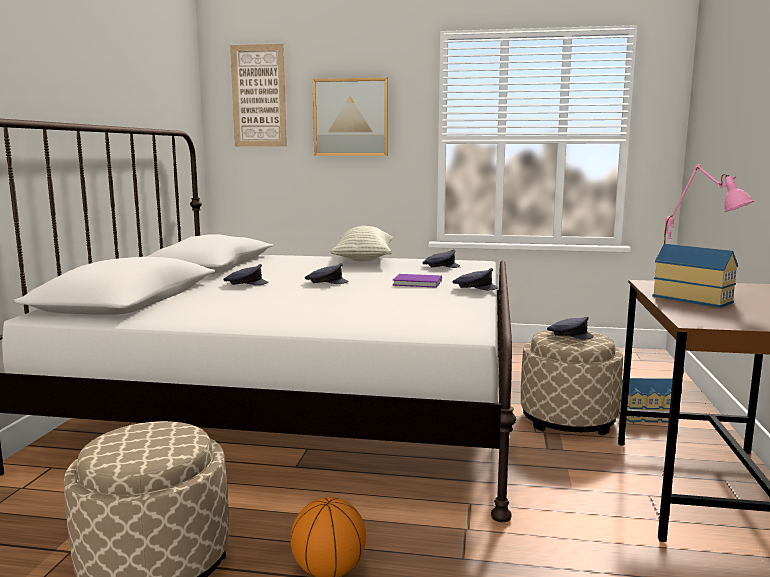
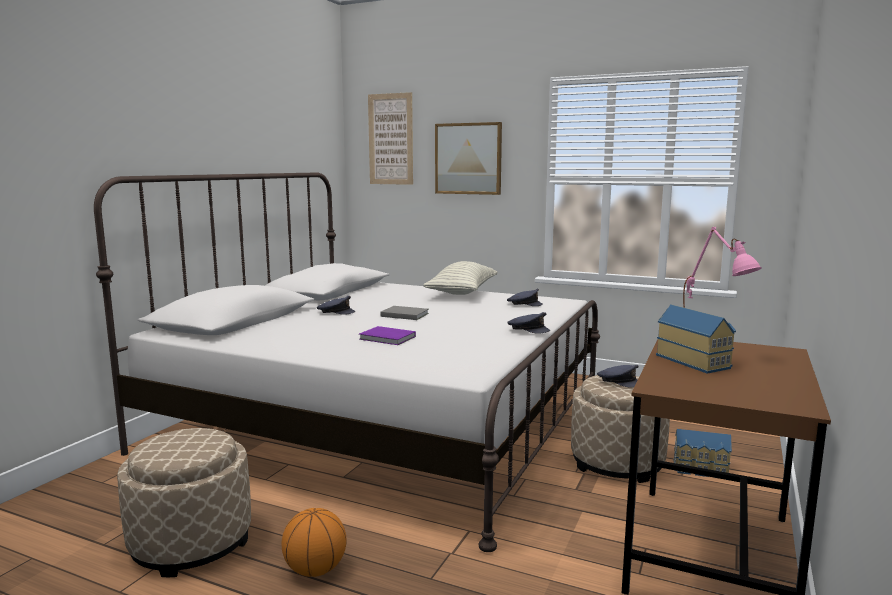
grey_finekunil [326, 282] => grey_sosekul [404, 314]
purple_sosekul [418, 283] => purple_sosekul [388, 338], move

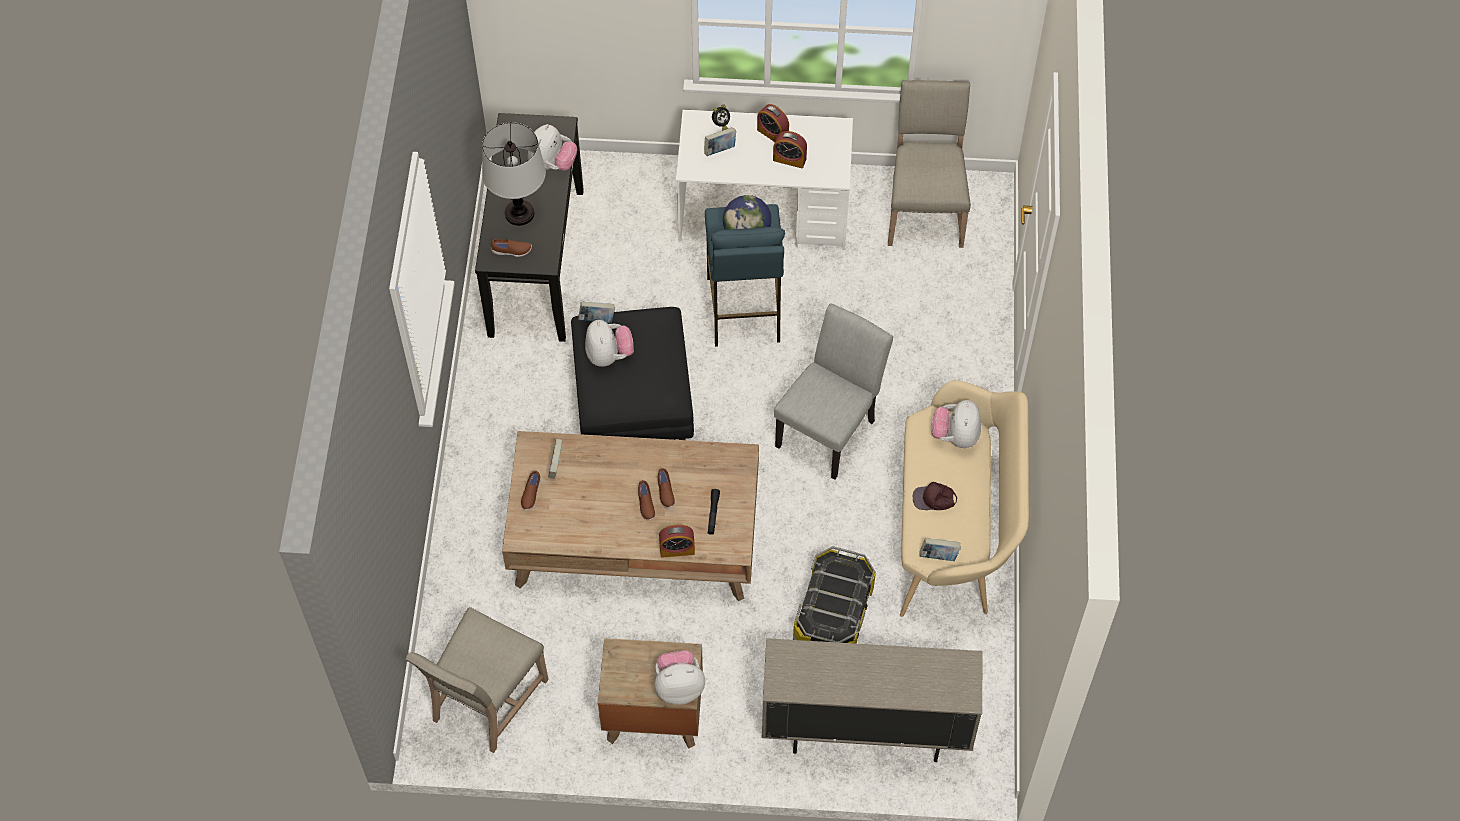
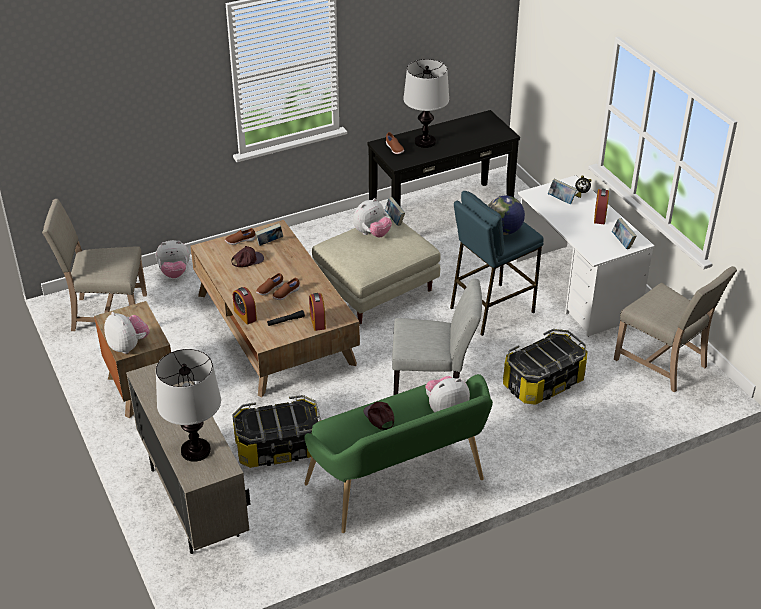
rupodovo [552, 164] => rupodovo [174, 273], move
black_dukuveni [632, 399] => beige_dukuveni [376, 288]
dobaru [789, 159] => dobaru [317, 321], move
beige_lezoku [924, 210] => beige_lezoku [663, 363], 75 degrees clockwise
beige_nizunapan [954, 532] => green_nizunapan [400, 486]
sosekul [938, 556] => sosekul [622, 242], move
nothing => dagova [196, 450]
nothing => brown_finekunil [247, 260]
nothing => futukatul [543, 383]

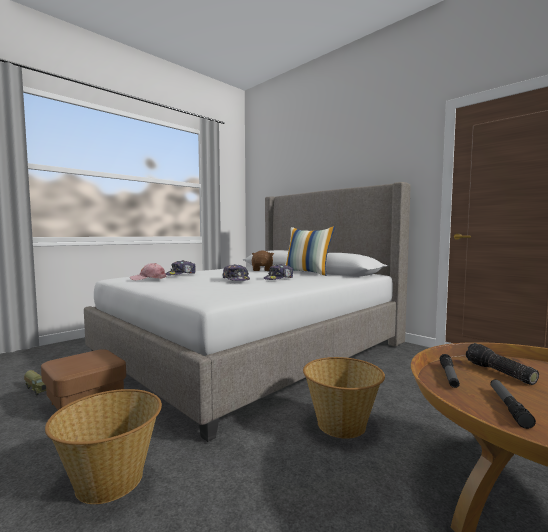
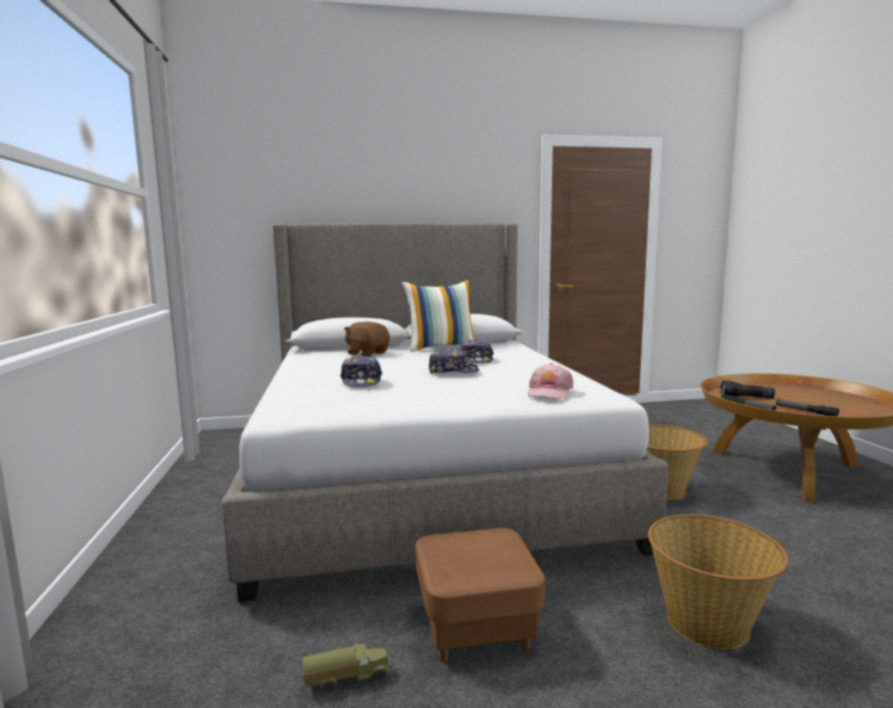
pink_finekunil [148, 278] => pink_finekunil [549, 392], move

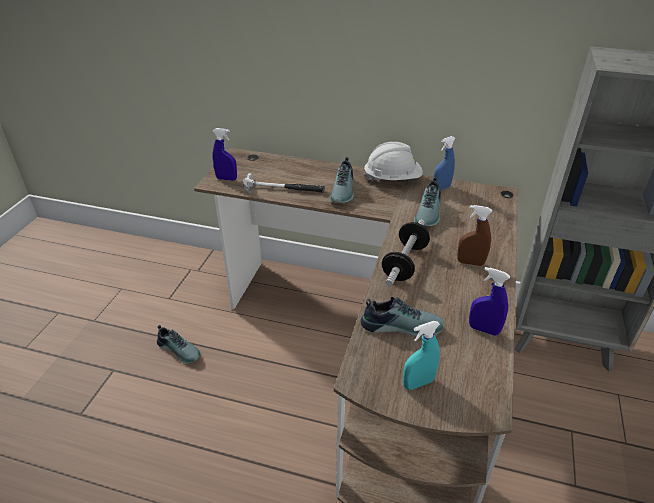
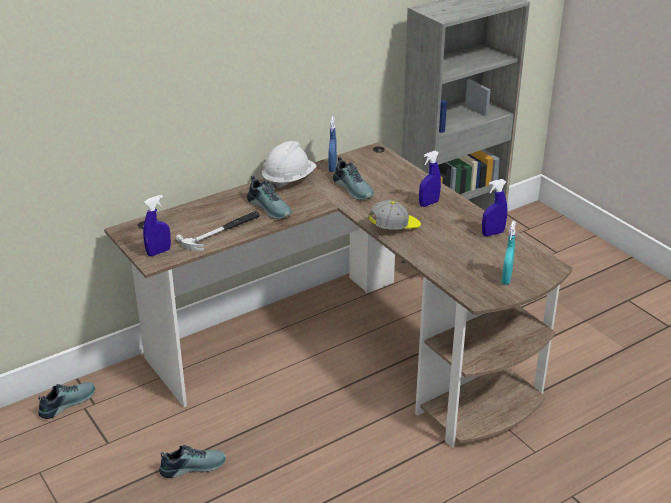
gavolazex [401, 325] => gavolazex [66, 403], move
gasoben [404, 263] => finekunil [394, 227]
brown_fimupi [470, 262] => blue_fimupi [428, 203]

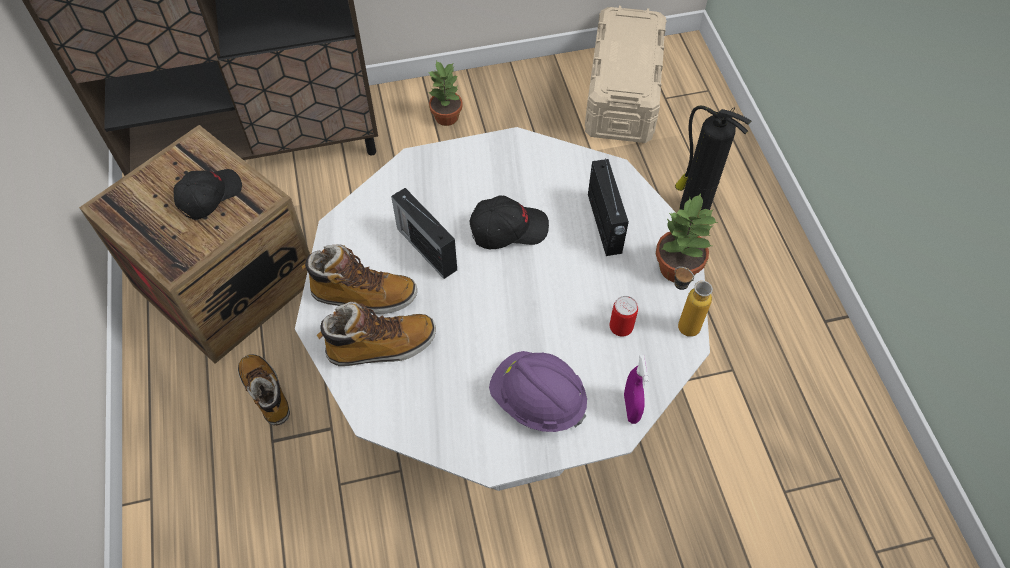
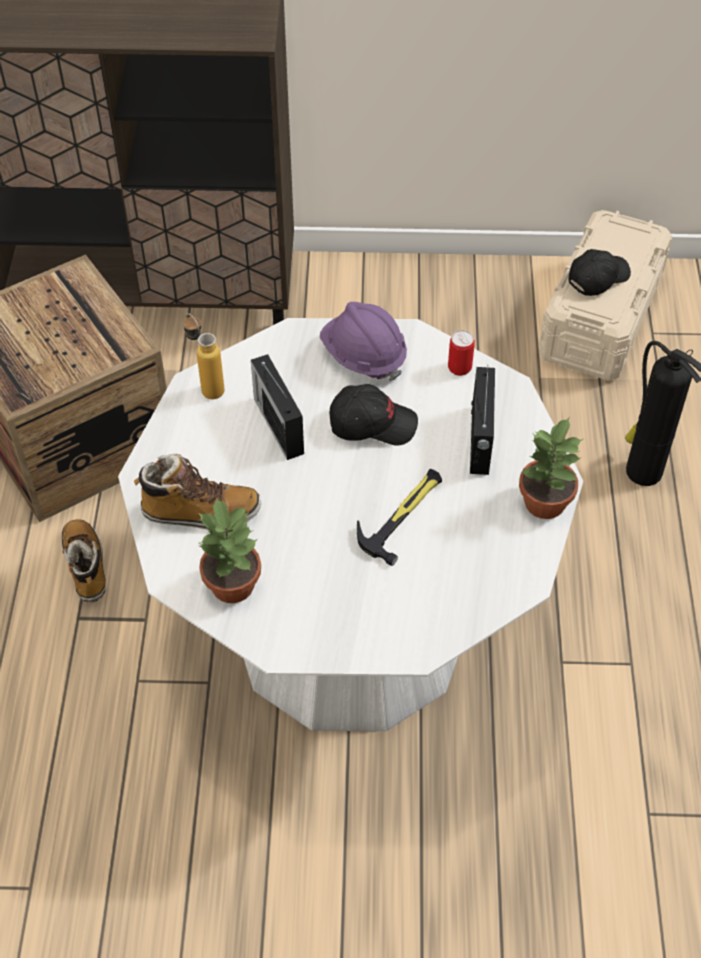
black_finekunil [209, 196] => black_finekunil [598, 278], move
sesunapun [363, 296] => nothing
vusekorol [447, 116] => vusekorol [233, 584], move
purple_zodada [537, 400] => purple_zodada [363, 357], move
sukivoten [621, 327] => sukivoten [459, 368], move
purple_fimupi [631, 408] => nothing
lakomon [680, 323] => lakomon [206, 386], move
nothing => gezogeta [402, 514]

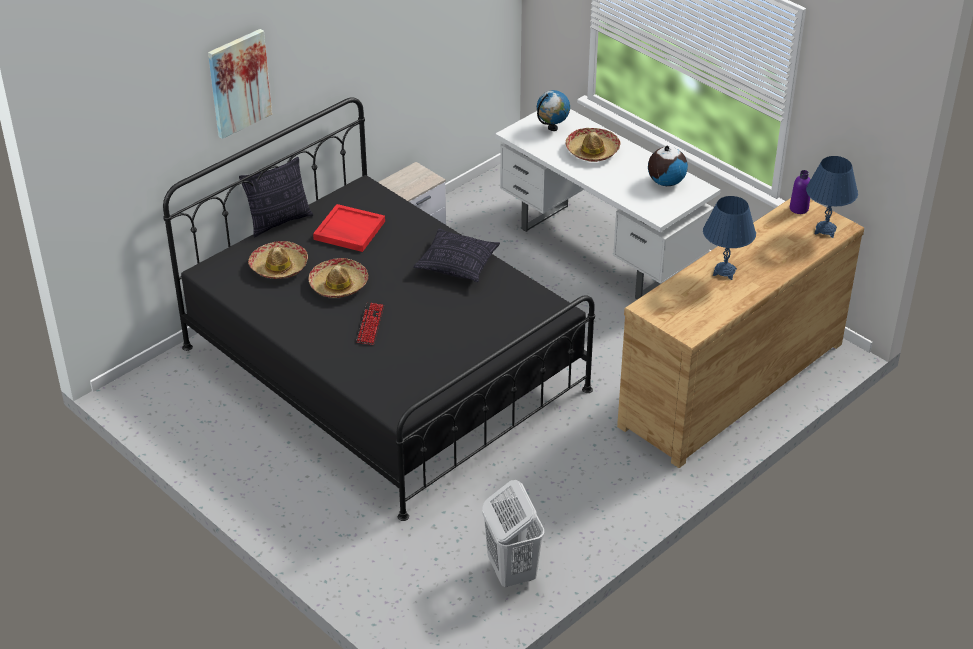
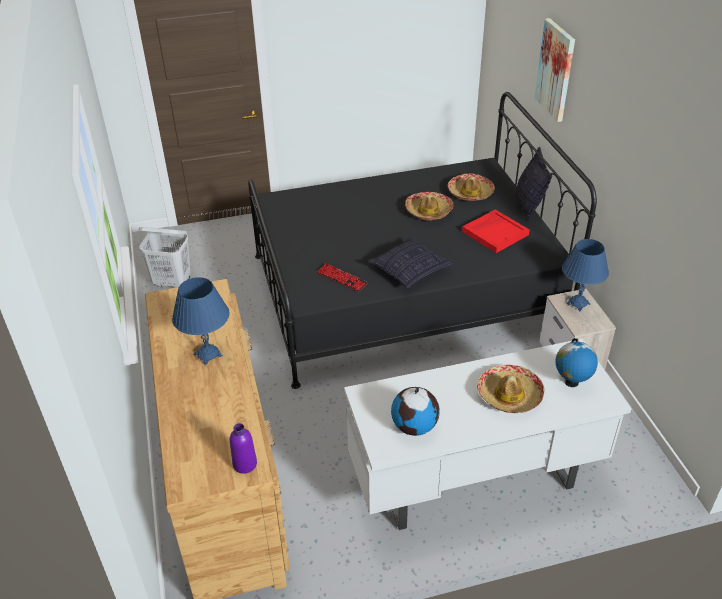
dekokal [370, 324] => dekokal [341, 278], move
blue_dagova [825, 230] => blue_dagova [578, 303], move

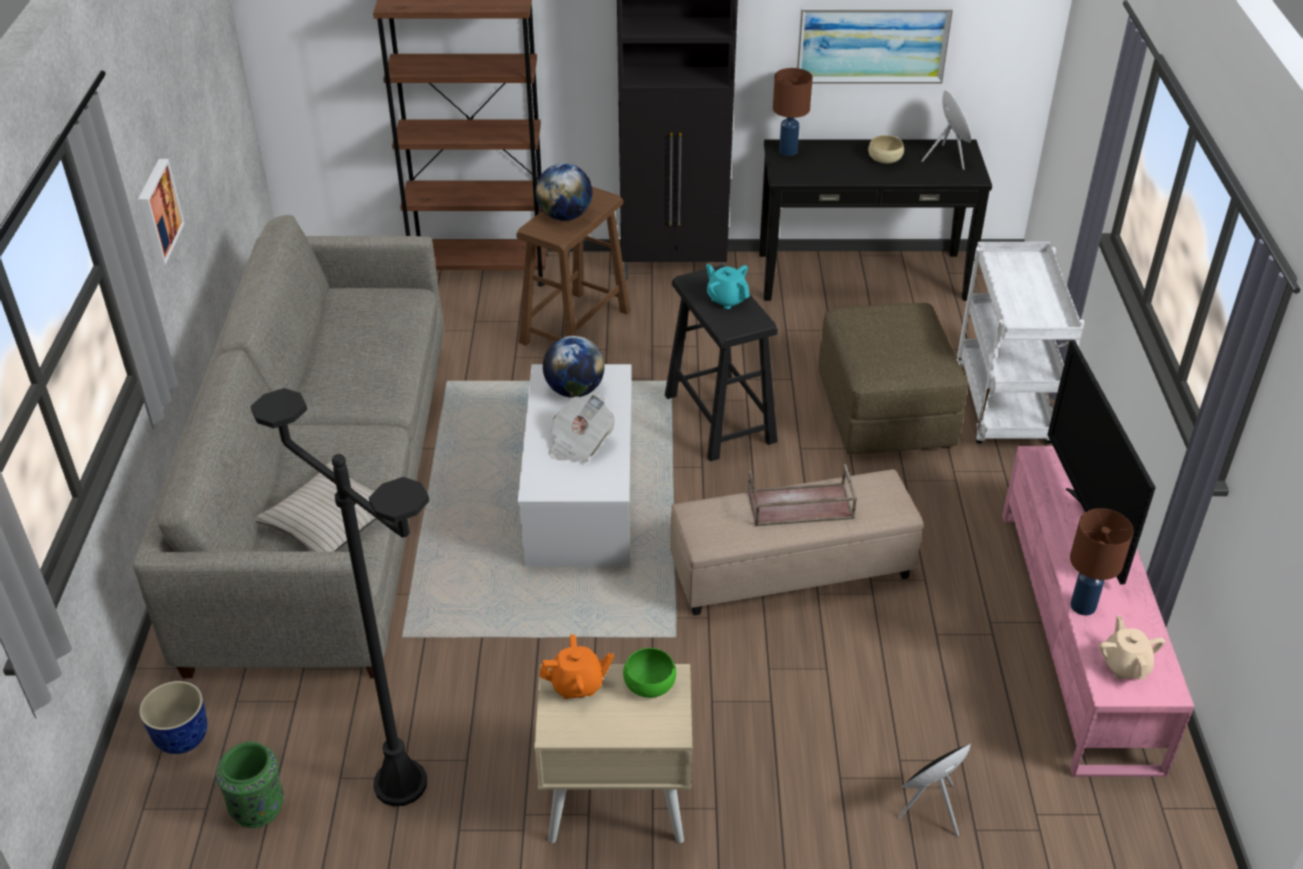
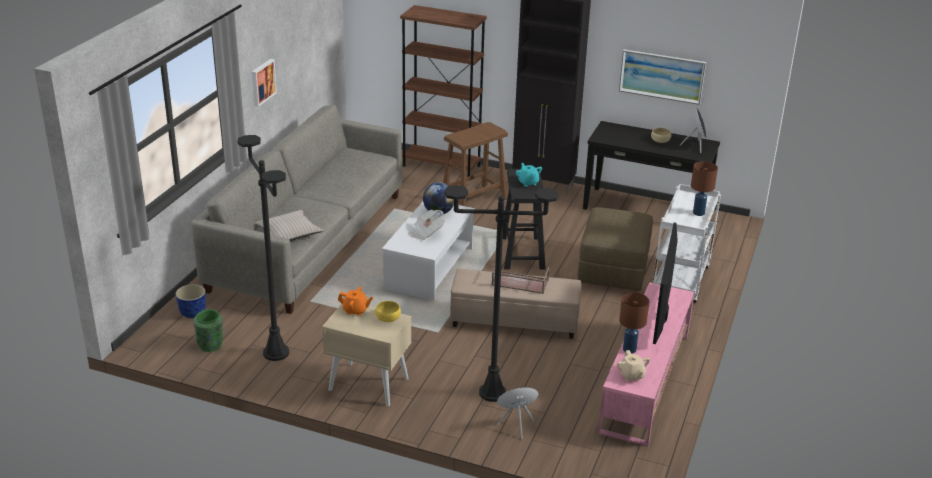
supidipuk [565, 216] => nothing
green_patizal [649, 683] => yellow_patizal [388, 318]
brown_dagova [788, 151] => brown_dagova [698, 213], move
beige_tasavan [1125, 665] => beige_tasavan [631, 376], 150 degrees clockwise
nothing => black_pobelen [492, 393]

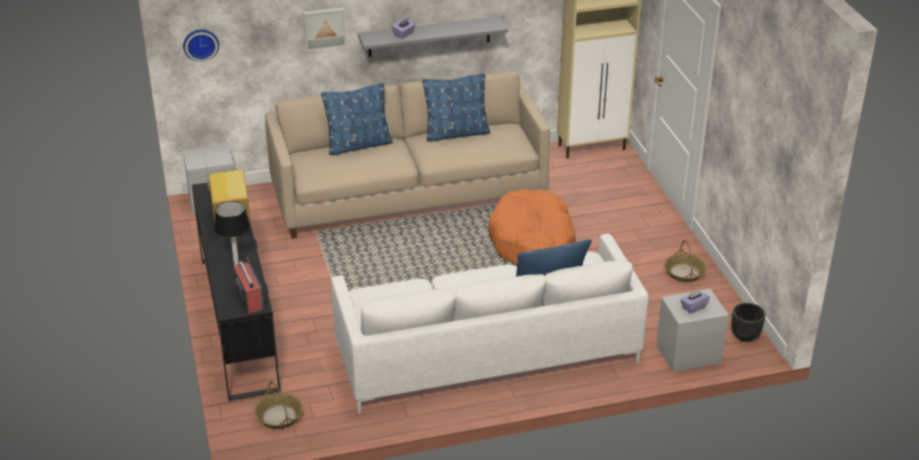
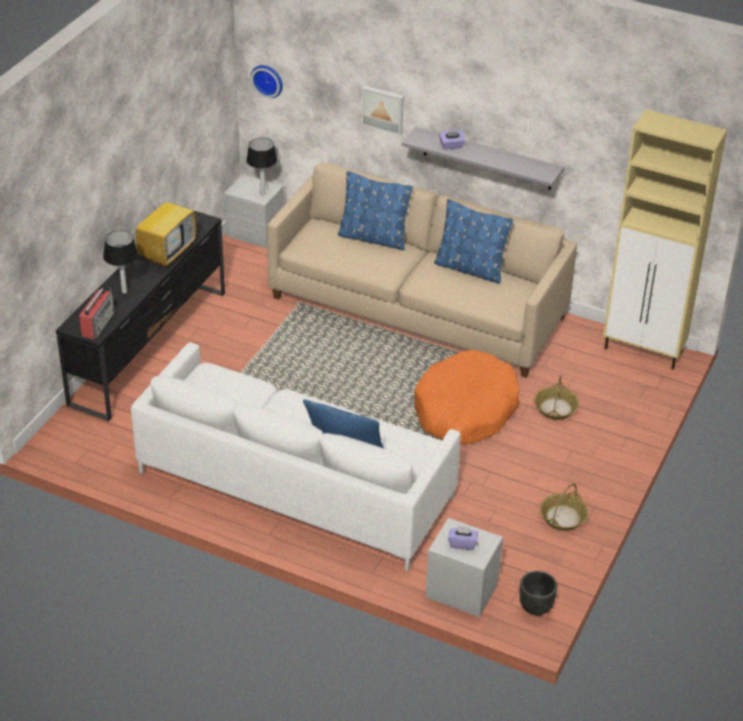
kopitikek [279, 416] => kopitikek [555, 408], move
nothing => dagova [262, 194]

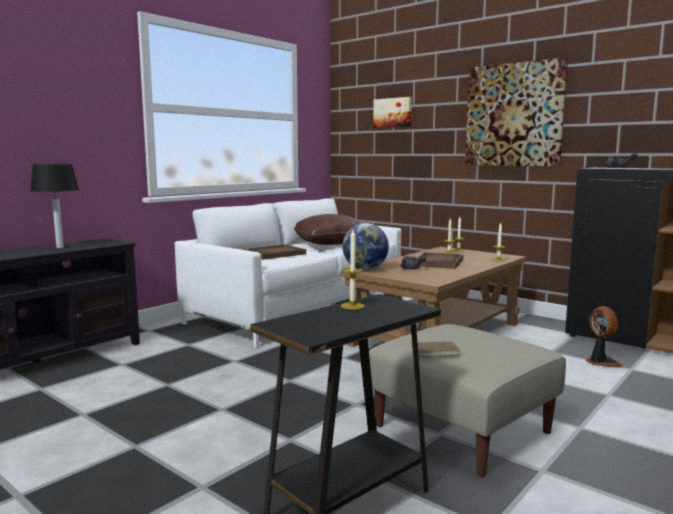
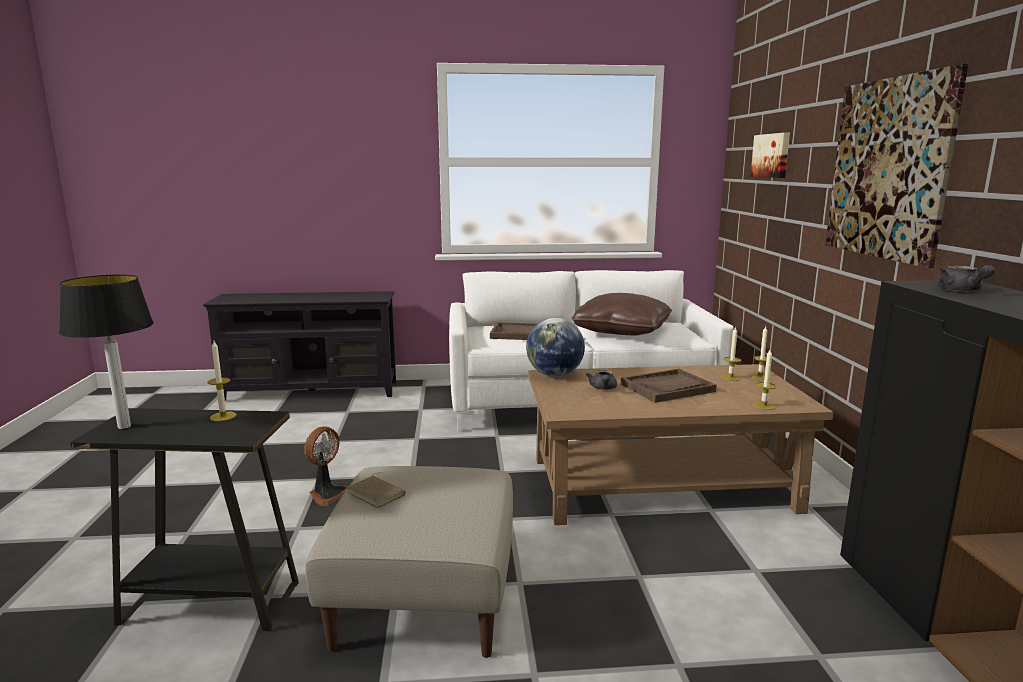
dagova [60, 247] => dagova [125, 426], move
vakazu [601, 362] => vakazu [327, 494], move

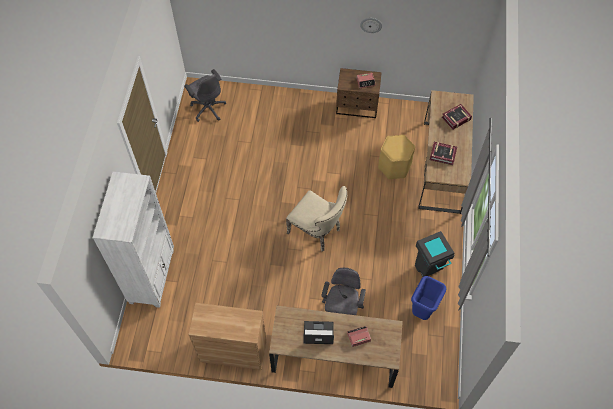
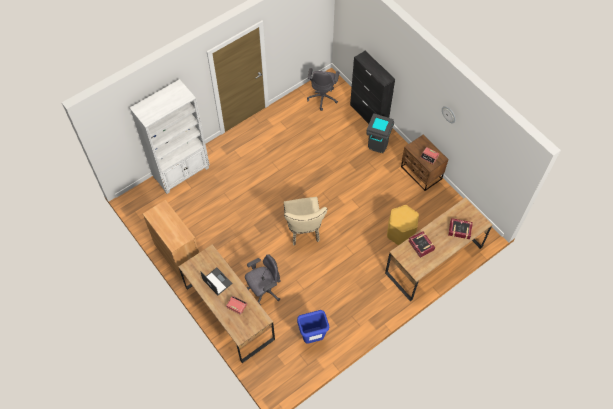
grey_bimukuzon [429, 270] => grey_bimukuzon [376, 149], move
nothing => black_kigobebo [368, 115]

